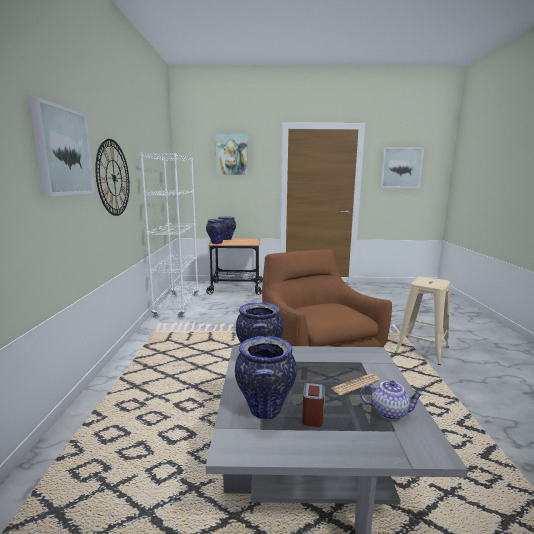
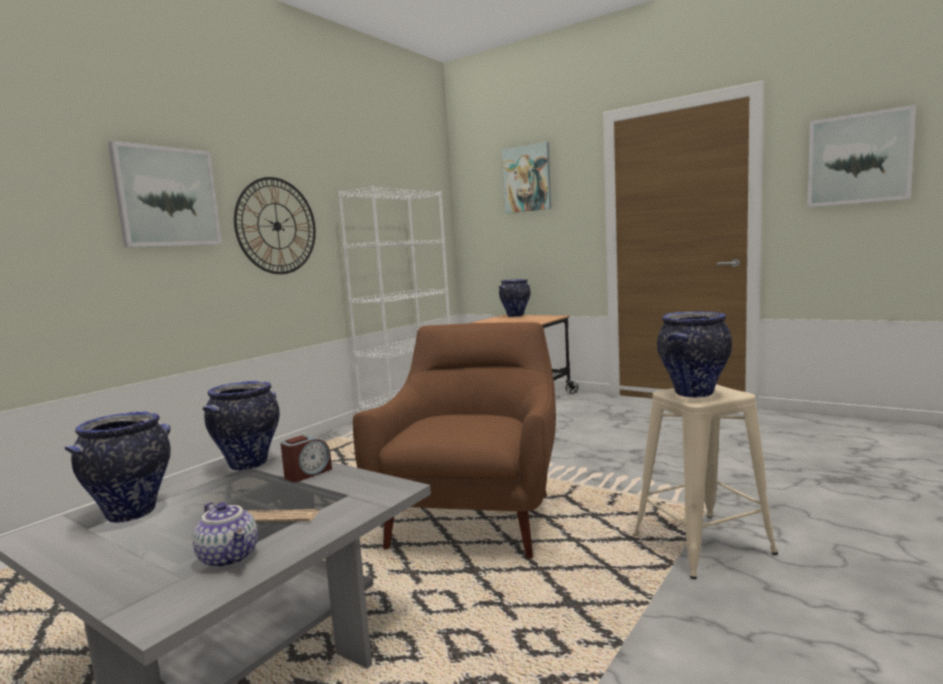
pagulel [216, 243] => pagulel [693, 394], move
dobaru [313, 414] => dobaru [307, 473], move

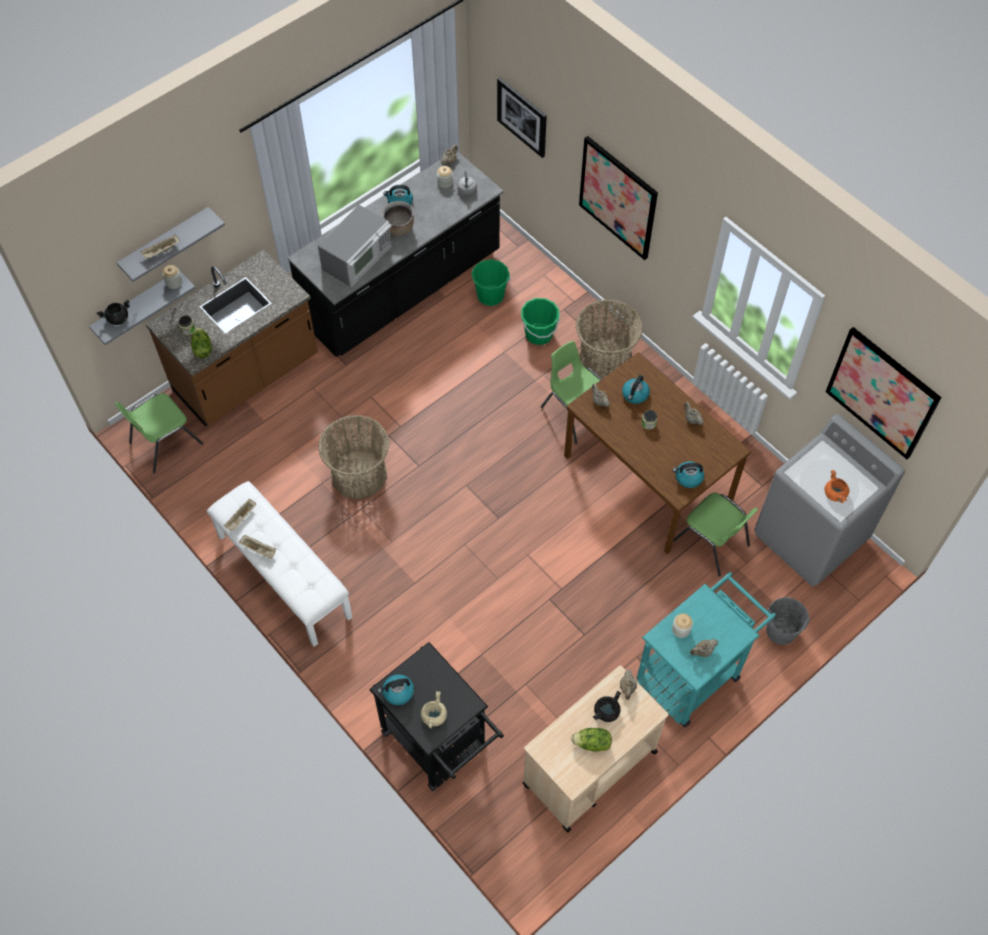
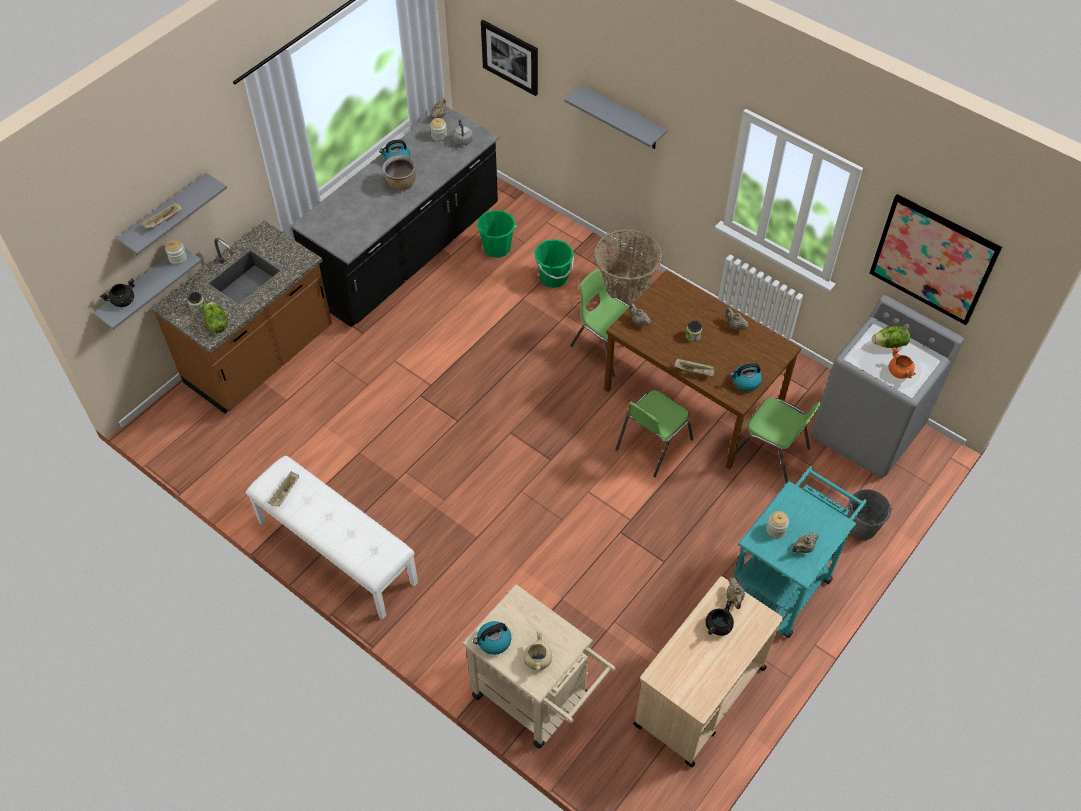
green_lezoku [164, 443] => green_lezoku [652, 445], move
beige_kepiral [259, 550] => beige_kepiral [694, 371], move
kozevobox [358, 258] => nothing
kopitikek [359, 475] => nothing
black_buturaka [440, 746] => beige_buturaka [537, 700]
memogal [592, 743] => memogal [889, 344], move
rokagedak [618, 197] => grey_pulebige [622, 119]
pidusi [635, 395] => nothing

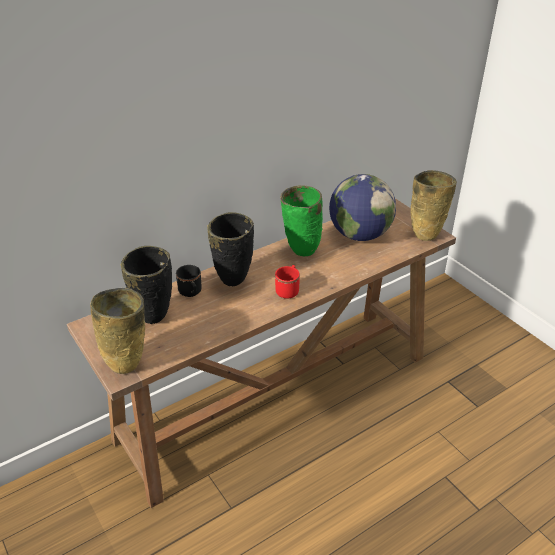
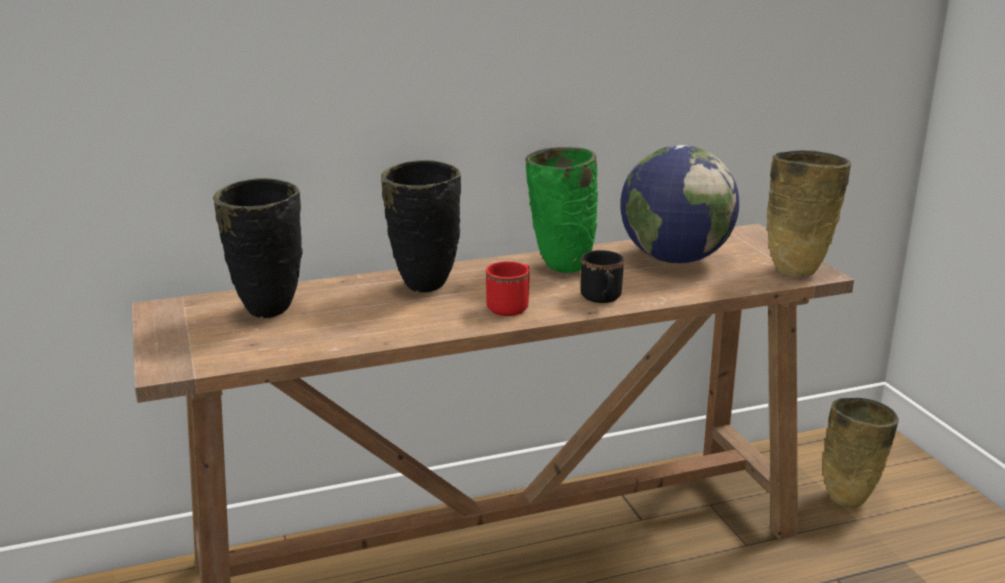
beige_pagulel [128, 363] => beige_pagulel [850, 498], move
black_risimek [191, 293] => black_risimek [602, 299], move

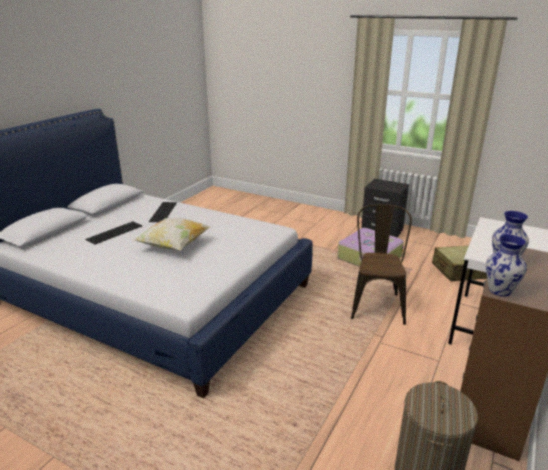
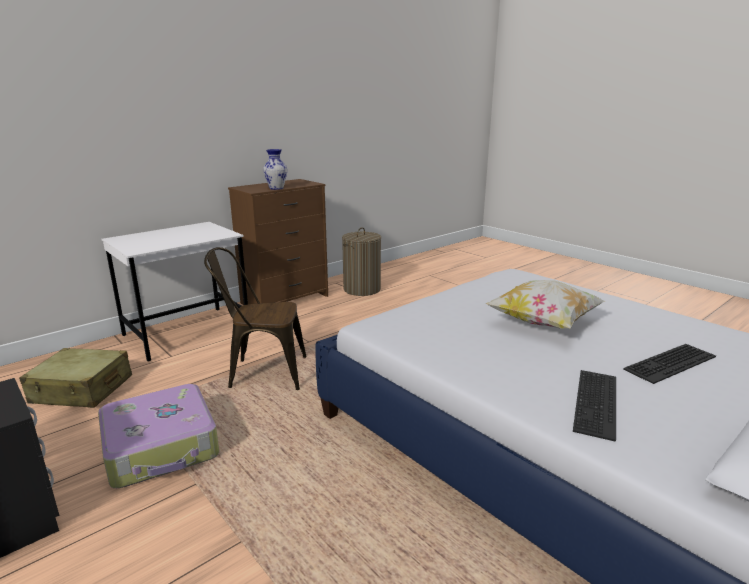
brown_lezoku [376, 303] => brown_lezoku [261, 373], 60 degrees clockwise
pagulel [500, 290] => nothing

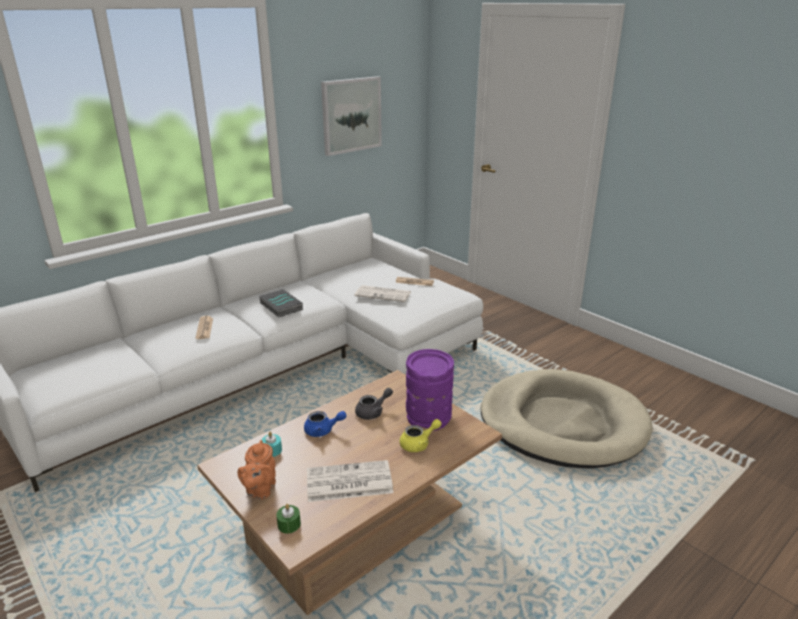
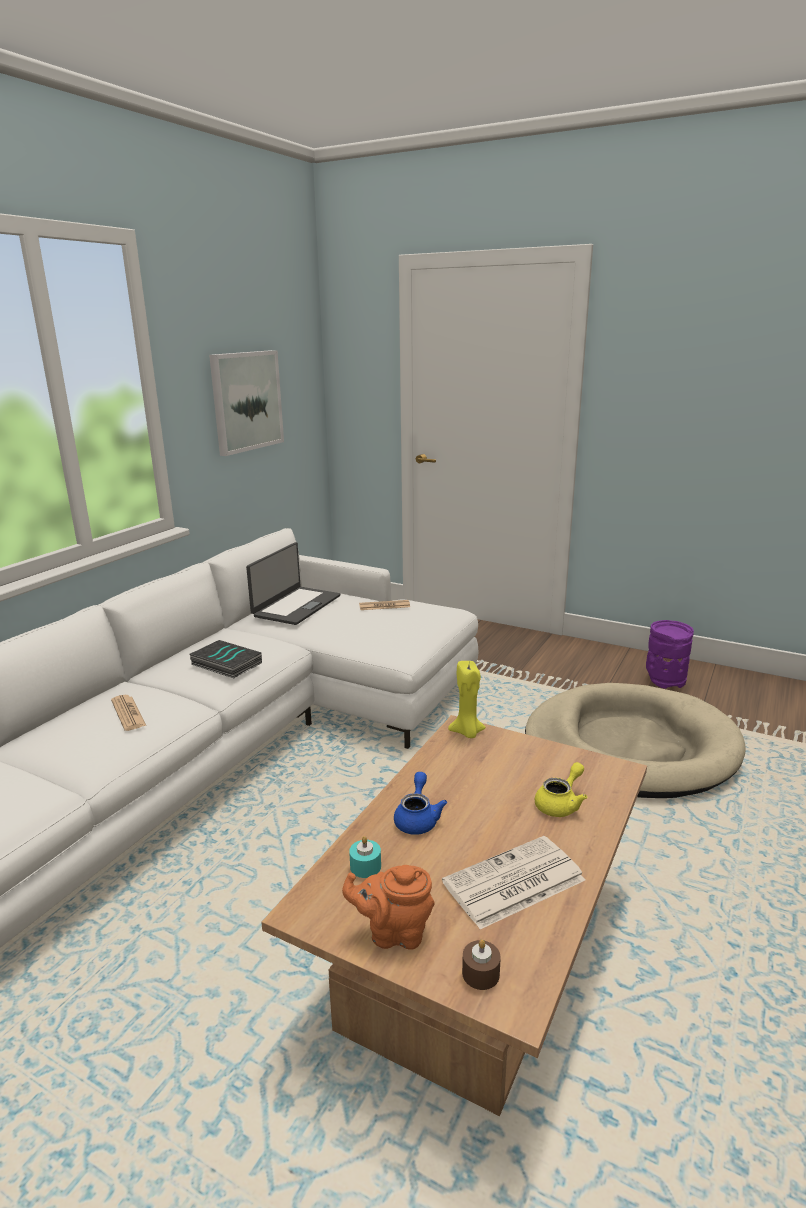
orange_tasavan [260, 490] => orange_tasavan [394, 933], 105 degrees clockwise
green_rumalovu [289, 524] => brown_rumalovu [480, 973]
blue_tasavan [323, 430] => blue_tasavan [417, 818], 60 degrees counterclockwise
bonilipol [384, 294] => nothing
grey_tasavan [373, 412] => nothing
purple_pagulel [429, 416] => purple_pagulel [665, 679], move
nothing => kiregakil [296, 606]
nothing => yellow_rumalovu [467, 732]

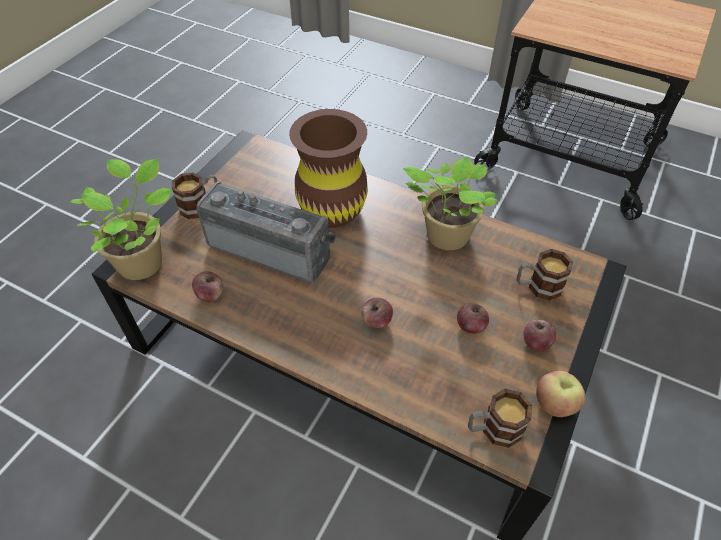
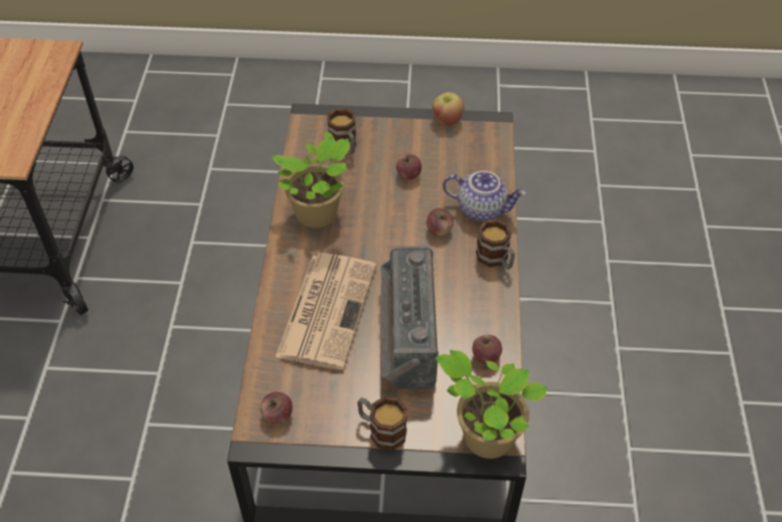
brown_pagulel [332, 210] => bonilipol [327, 309]
risimek [493, 429] => risimek [496, 259], move
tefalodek [536, 342] => tefalodek [277, 415], move
nothing => tasavan [482, 208]

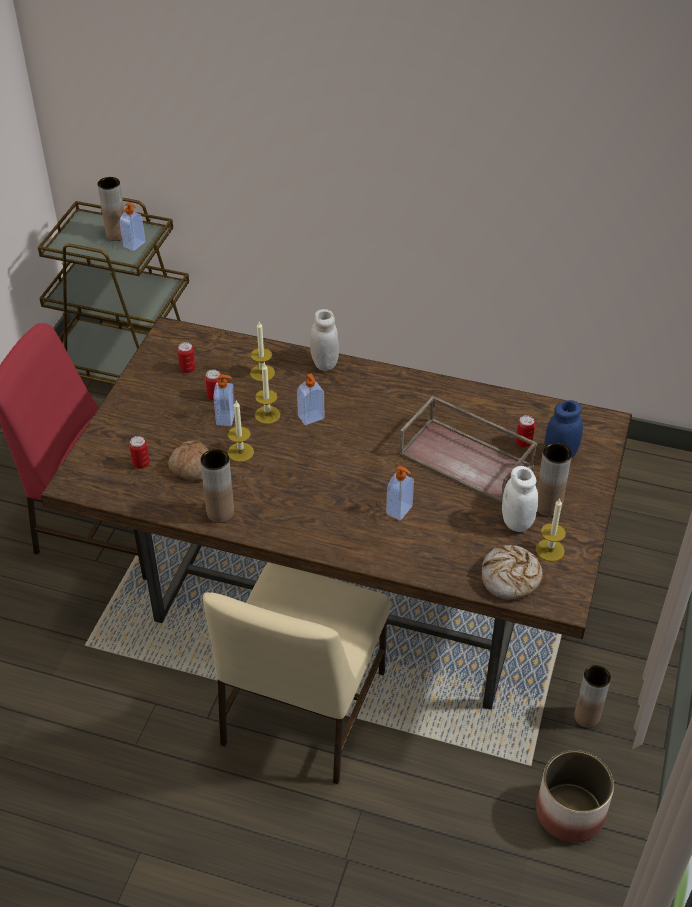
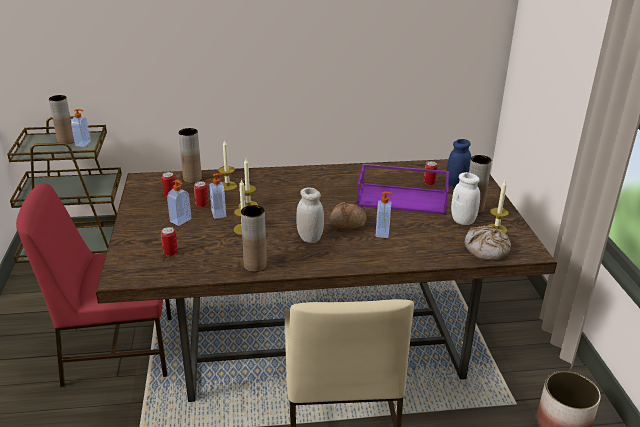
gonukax [192, 468] => gonukax [347, 223], move
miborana [311, 418] => miborana [181, 221], move
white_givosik [324, 363] => white_givosik [309, 238], move
brown_kepiral [467, 460] => purple_kepiral [403, 198]
brown_pagulel [587, 717] => brown_pagulel [192, 179], move

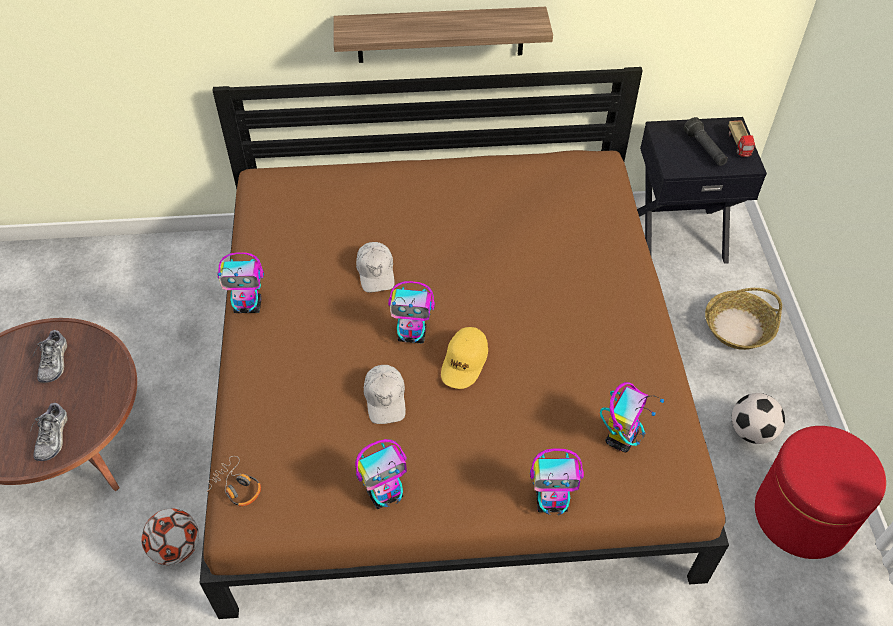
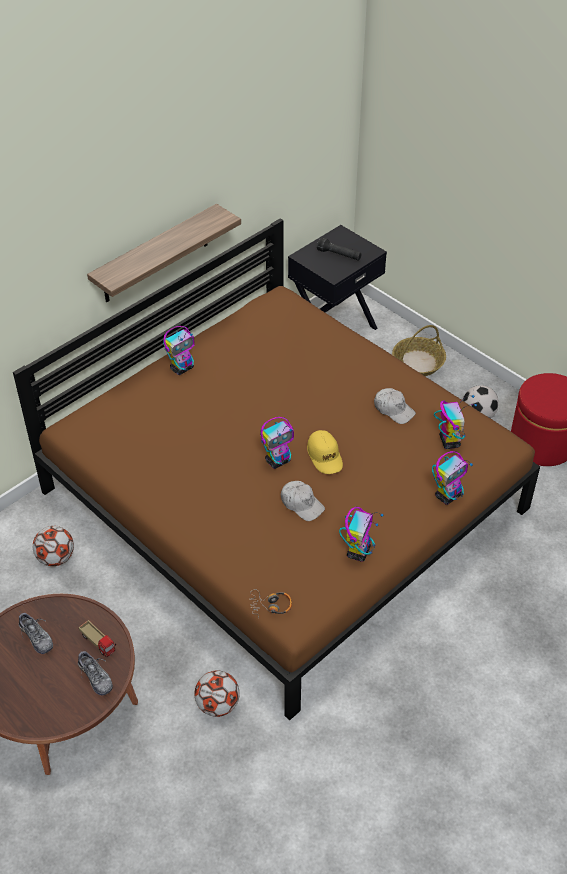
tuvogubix [248, 306] => tuvogubix [182, 368], move
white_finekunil [376, 272] => white_finekunil [393, 410], move
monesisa [739, 144] => monesisa [98, 643], move
nothing => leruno [56, 558]

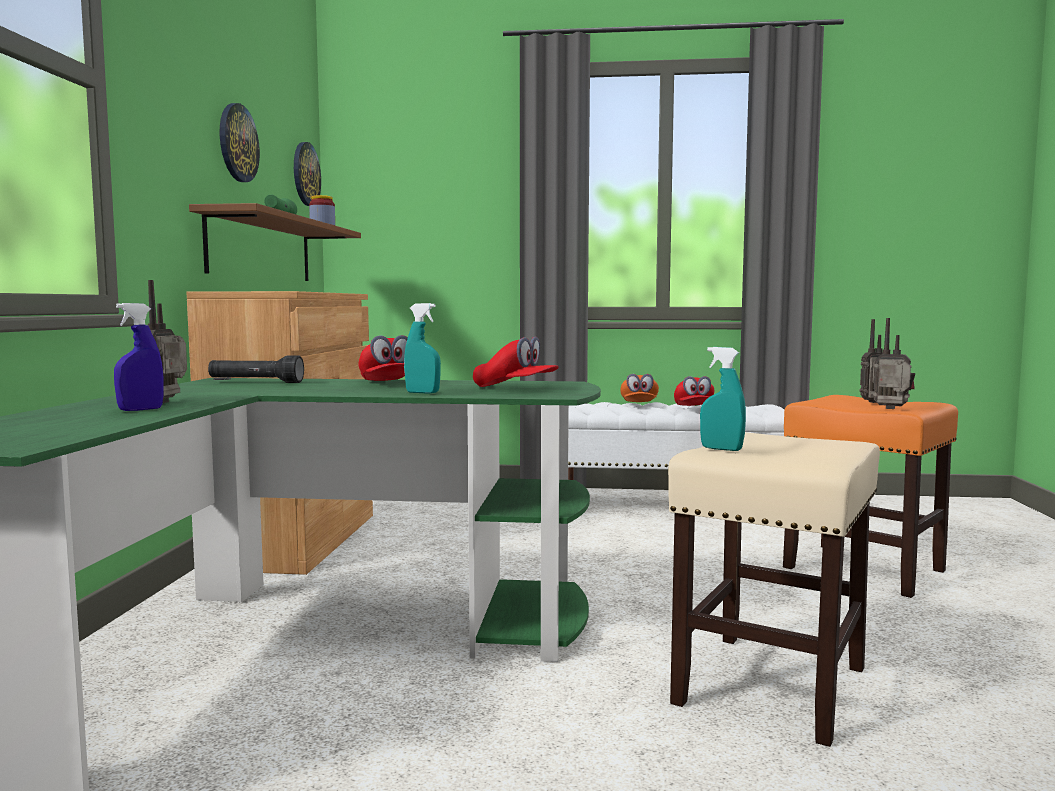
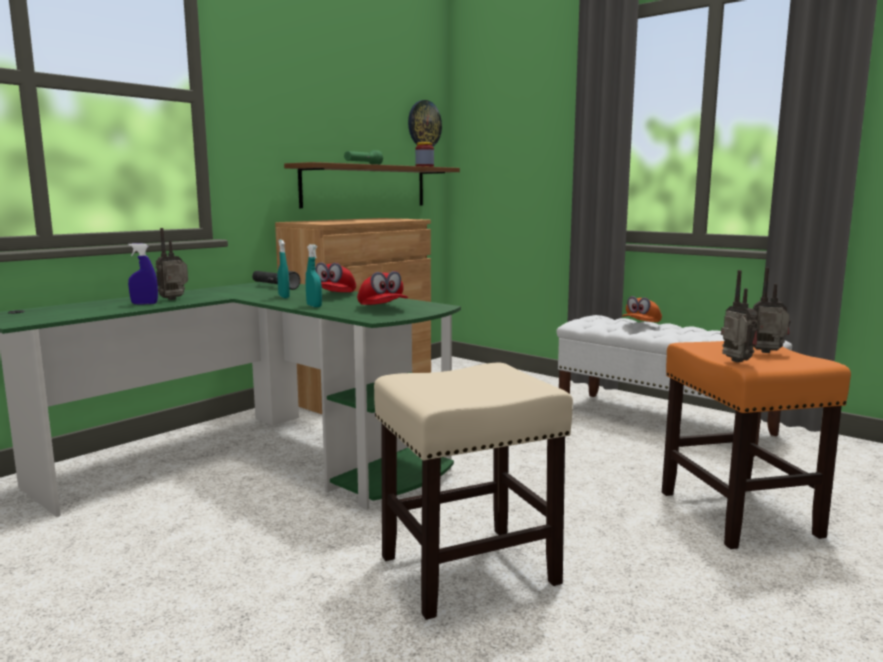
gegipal [237, 143] => nothing
red_finekunil [694, 408] => nothing
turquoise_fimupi [721, 449] => turquoise_fimupi [284, 297], move

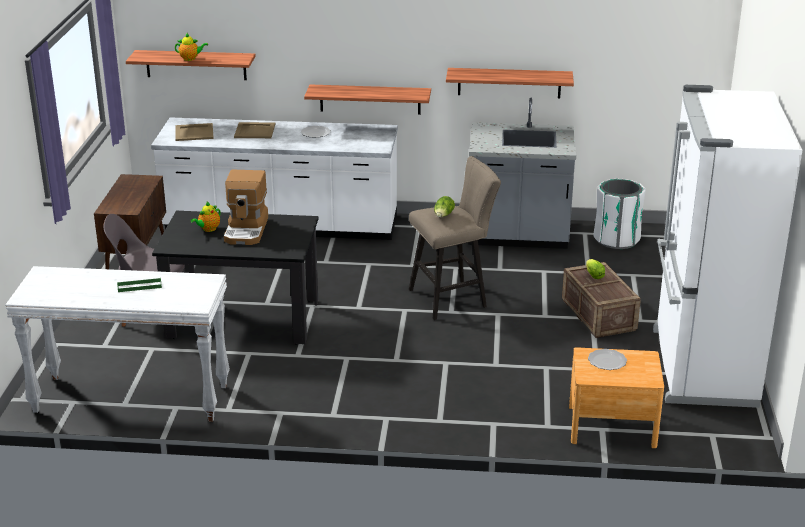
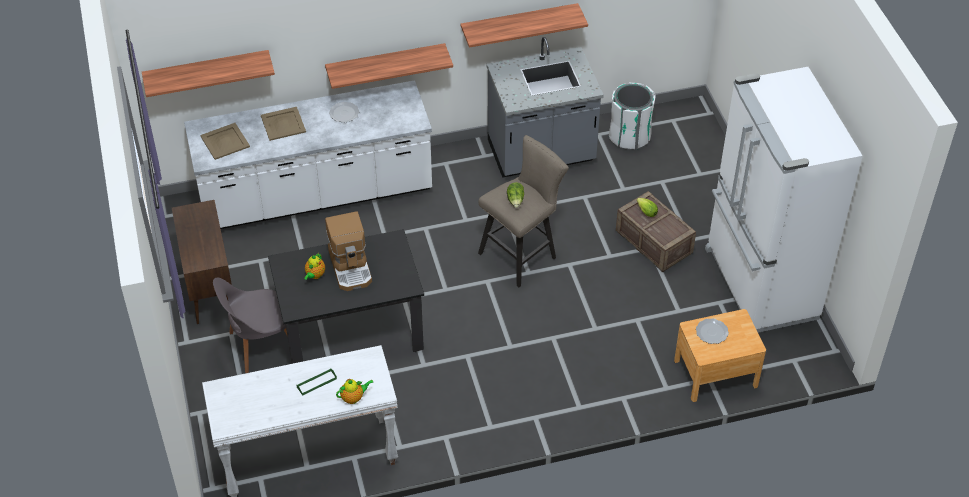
tasavan [190, 59] => tasavan [354, 398], move

